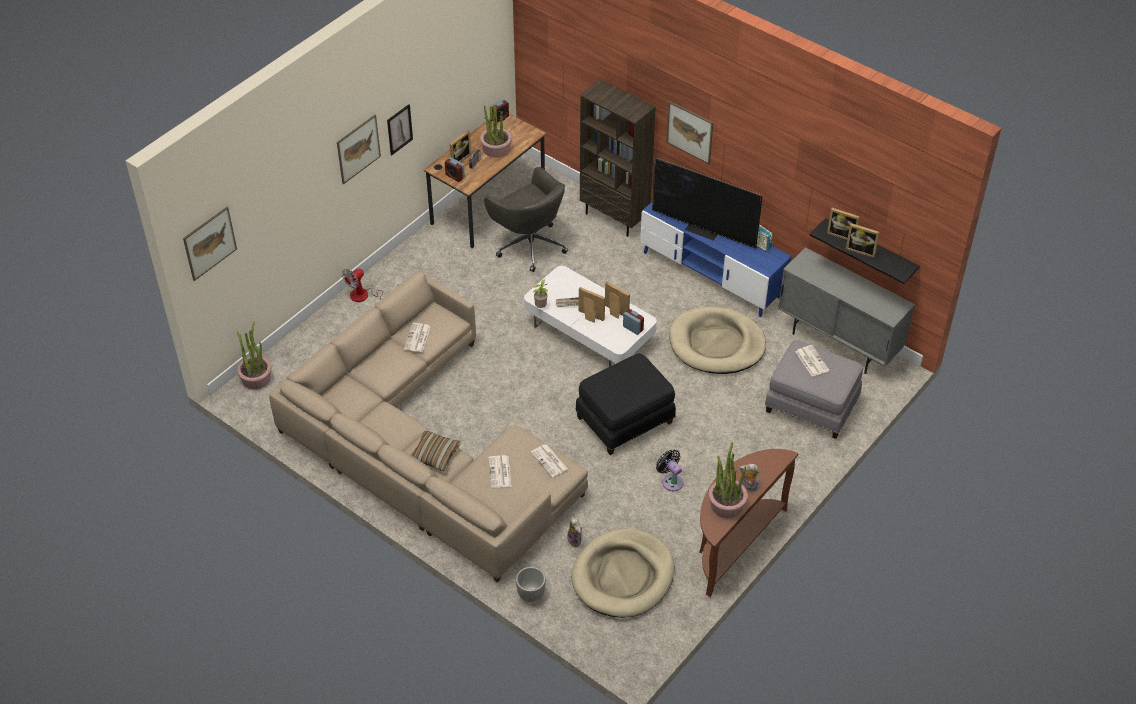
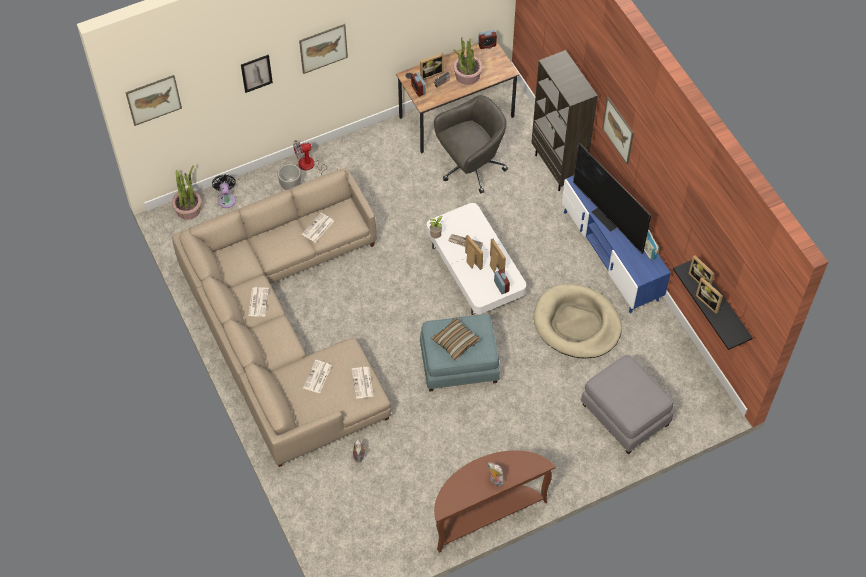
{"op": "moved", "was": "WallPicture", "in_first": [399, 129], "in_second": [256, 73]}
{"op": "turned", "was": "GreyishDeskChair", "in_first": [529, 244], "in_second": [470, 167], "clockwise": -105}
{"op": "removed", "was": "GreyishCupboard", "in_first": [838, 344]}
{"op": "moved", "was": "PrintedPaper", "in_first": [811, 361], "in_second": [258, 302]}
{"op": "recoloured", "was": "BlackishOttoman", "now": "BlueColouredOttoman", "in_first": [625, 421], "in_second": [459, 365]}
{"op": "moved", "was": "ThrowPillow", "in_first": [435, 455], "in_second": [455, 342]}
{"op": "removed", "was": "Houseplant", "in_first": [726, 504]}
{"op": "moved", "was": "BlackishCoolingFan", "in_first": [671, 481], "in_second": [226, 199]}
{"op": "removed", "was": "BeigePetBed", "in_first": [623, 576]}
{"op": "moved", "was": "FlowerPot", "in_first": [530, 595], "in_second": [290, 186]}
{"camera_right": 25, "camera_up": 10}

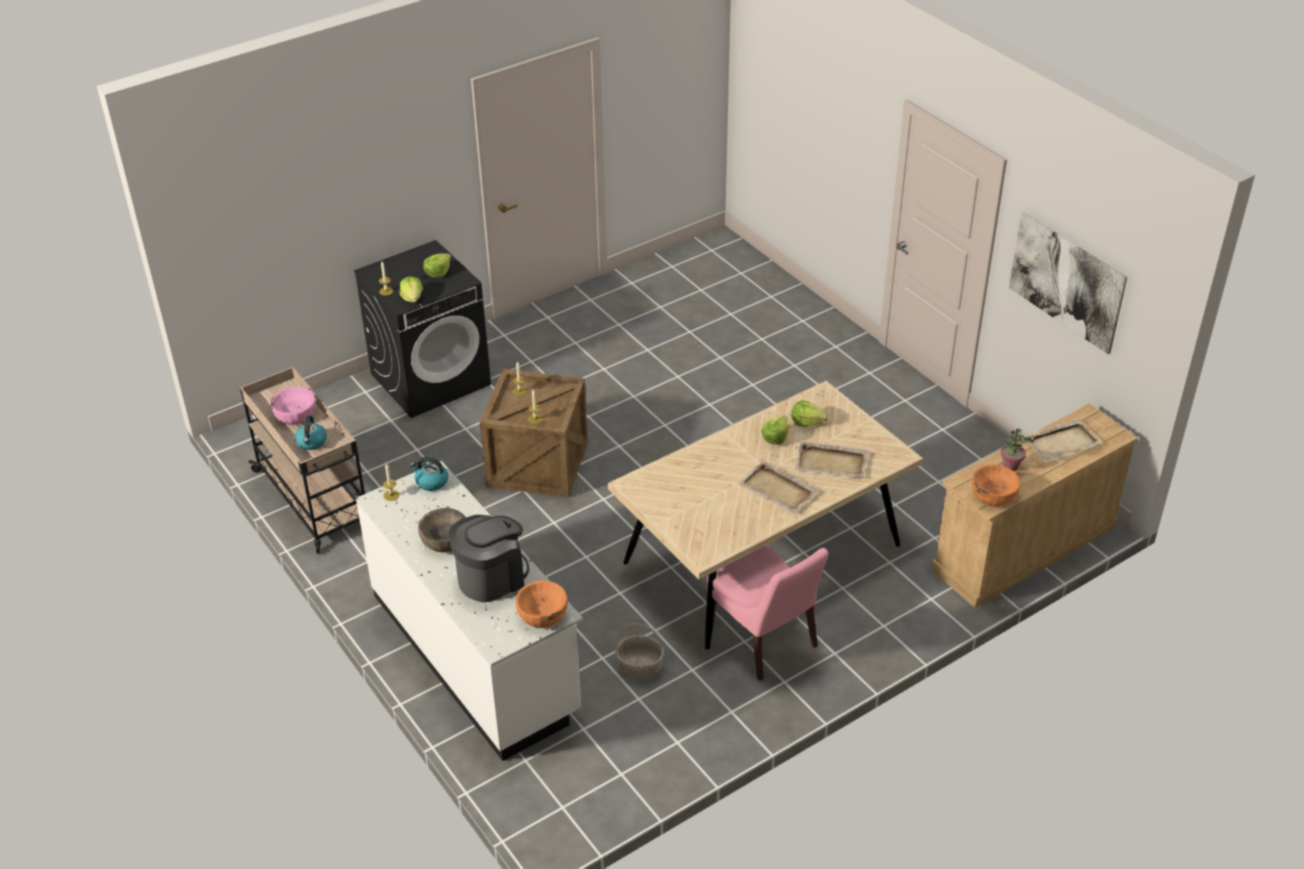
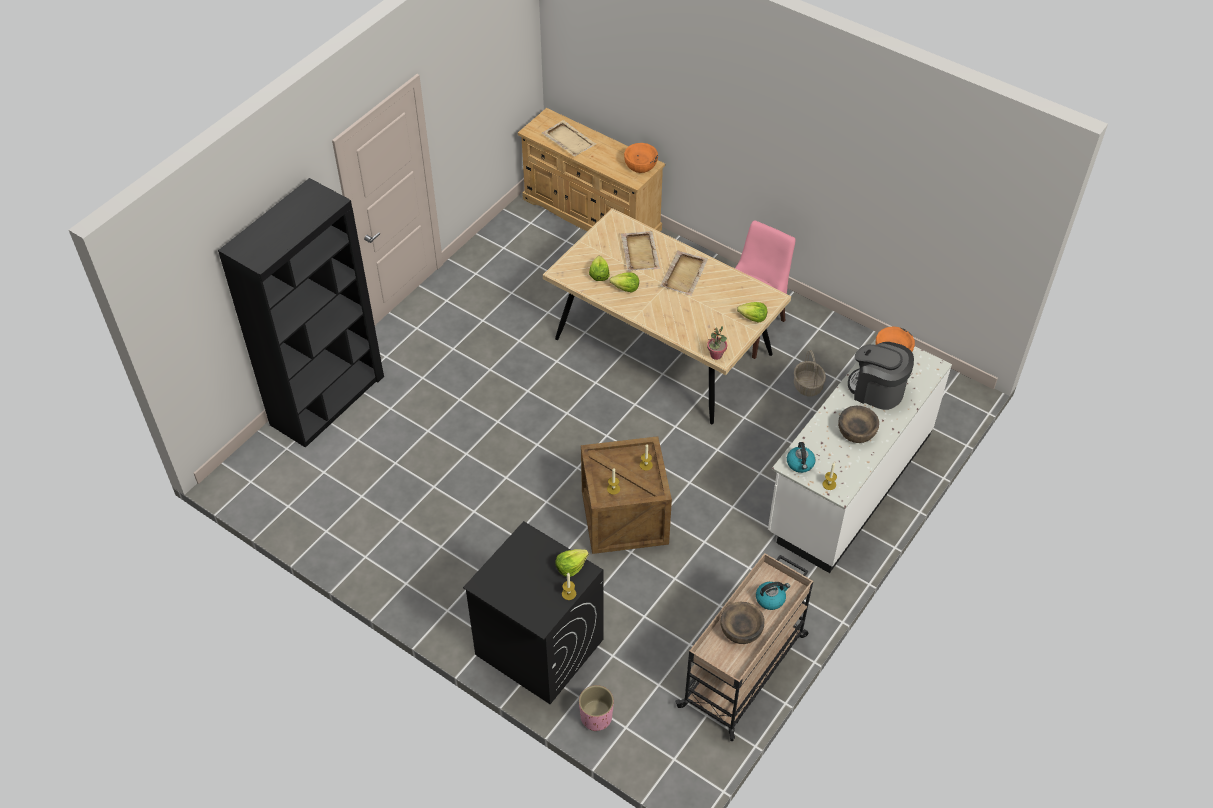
{"op": "removed", "was": "WallPicture", "in_first": [1066, 282]}
{"op": "moved", "was": "HeadOfLettuce", "in_first": [438, 272], "in_second": [753, 318]}
{"op": "recoloured", "was": "PinkServingBowl", "now": "BrownServingBowl", "in_first": [295, 414], "in_second": [741, 629]}
{"op": "moved", "was": "Houseplant", "in_first": [1010, 466], "in_second": [716, 355]}
{"op": "added", "now": "BlackishBookcase", "in_second": [328, 400]}
{"op": "added", "now": "PinkFlowerPot", "in_second": [596, 717]}
{"camera_right": -110, "camera_up": 10}

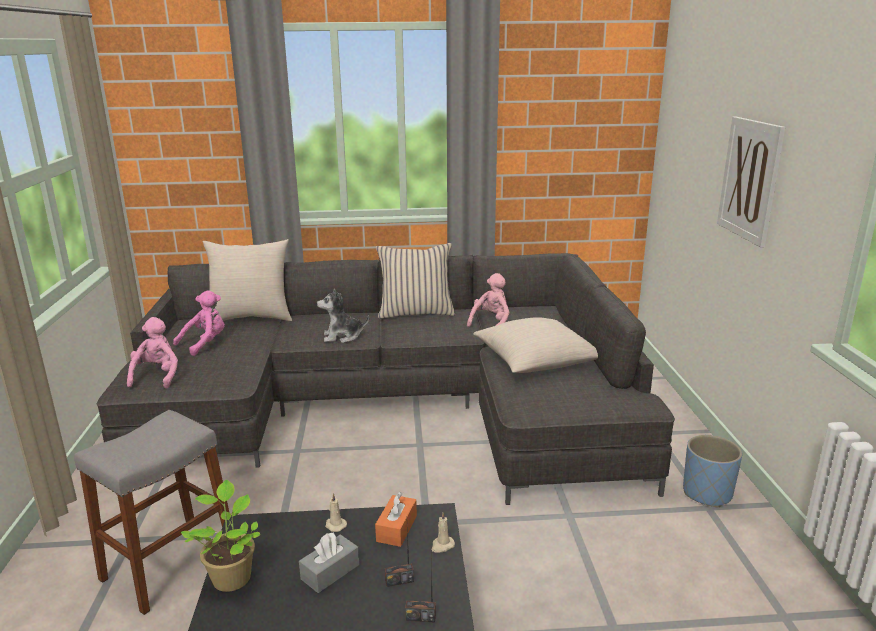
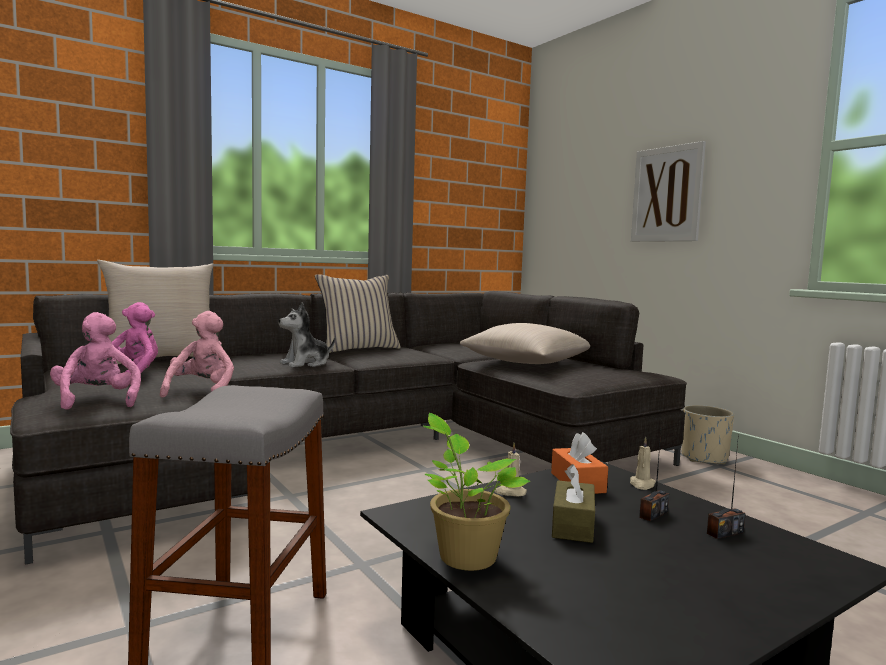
{"op": "moved", "was": "PinkPlushToy", "in_first": [491, 323], "in_second": [202, 393]}
{"op": "recoloured", "was": "BlueColouredFlowerPot", "now": "BeigeFlowerPot", "in_first": [707, 493], "in_second": [704, 458]}
{"op": "recoloured", "was": "GreyishTissueHolder", "now": "BrownTissueHolder", "in_first": [330, 572], "in_second": [573, 525]}
{"camera_right": -30, "camera_up": -15}

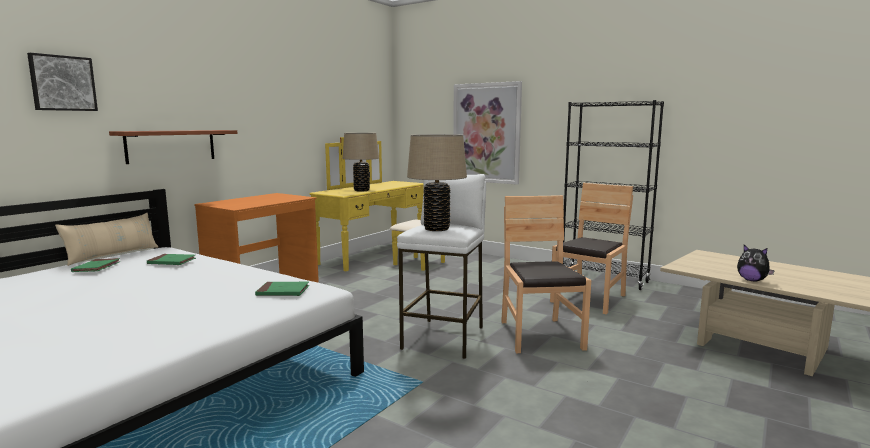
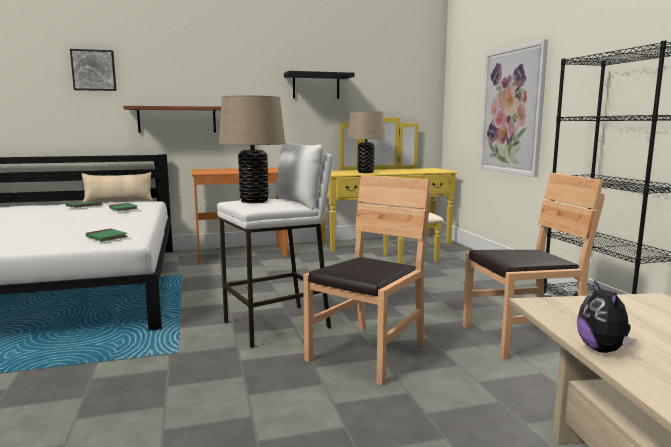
{"op": "added", "now": "BlackishBracketShelf", "in_second": [316, 86]}
{"camera_right": 40, "camera_up": 0}

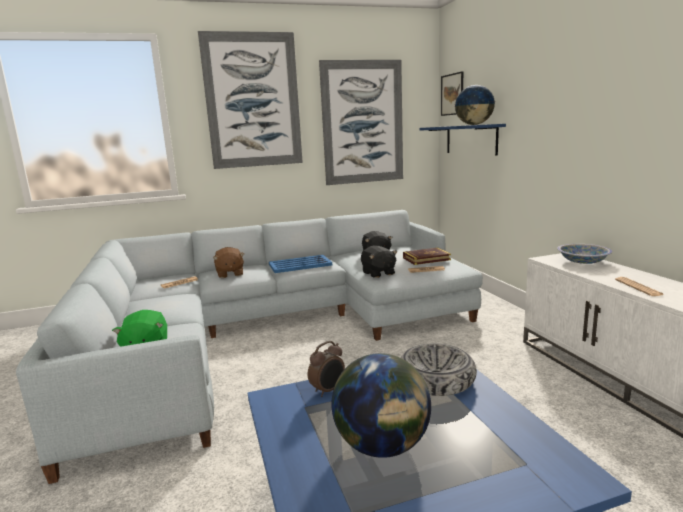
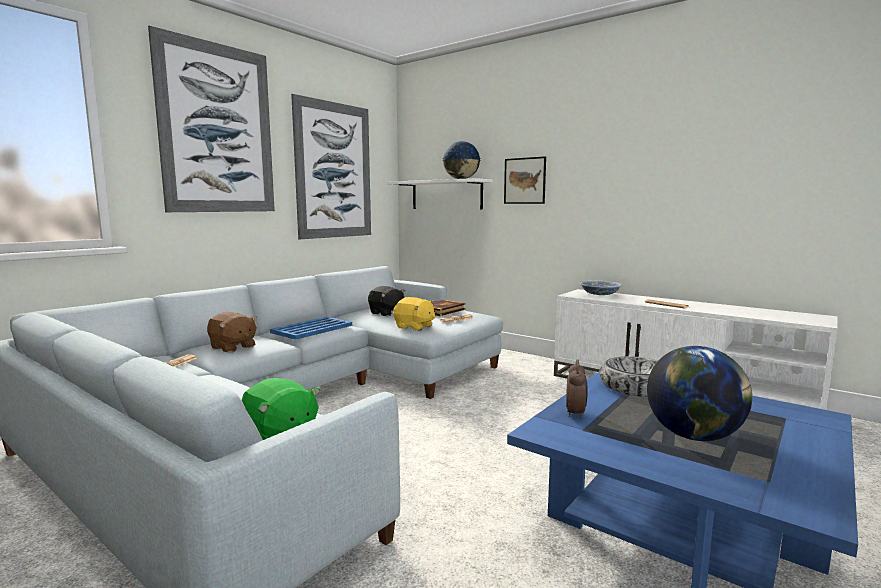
{"op": "moved", "was": "WallPicture", "in_first": [452, 94], "in_second": [524, 181]}
{"op": "recoloured", "was": "BlueColouredBracketShelf", "now": "WhiteColouredBracketShelf", "in_first": [471, 139], "in_second": [446, 195]}
{"op": "recoloured", "was": "BlackishPlushToy", "now": "YellowPlushToy", "in_first": [378, 273], "in_second": [414, 327]}
{"camera_right": -35, "camera_up": -5}

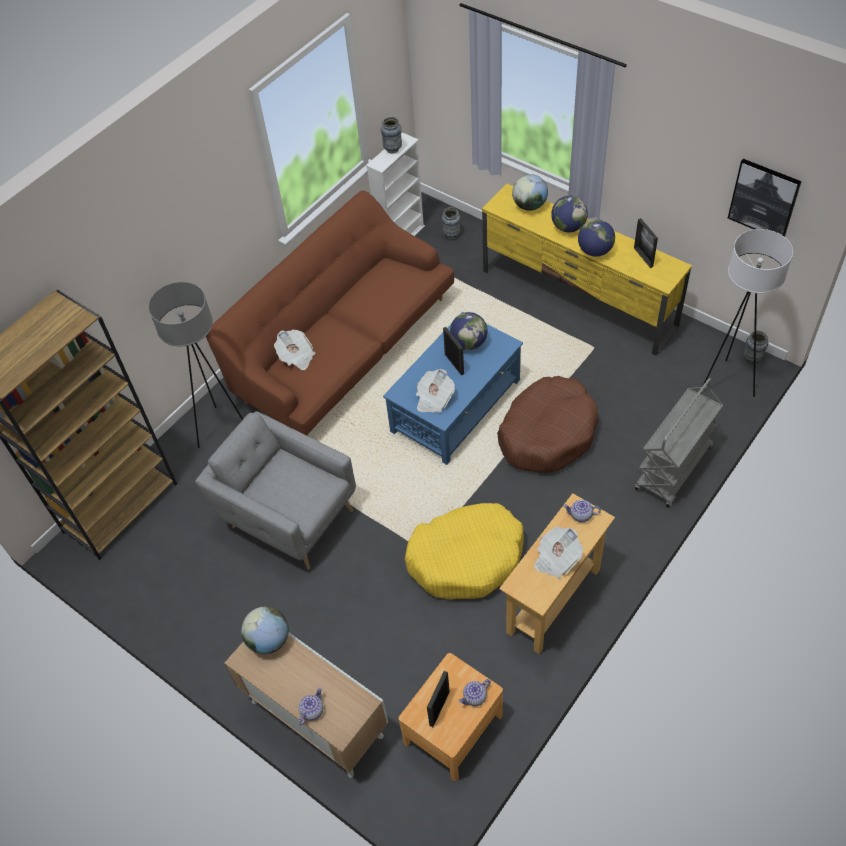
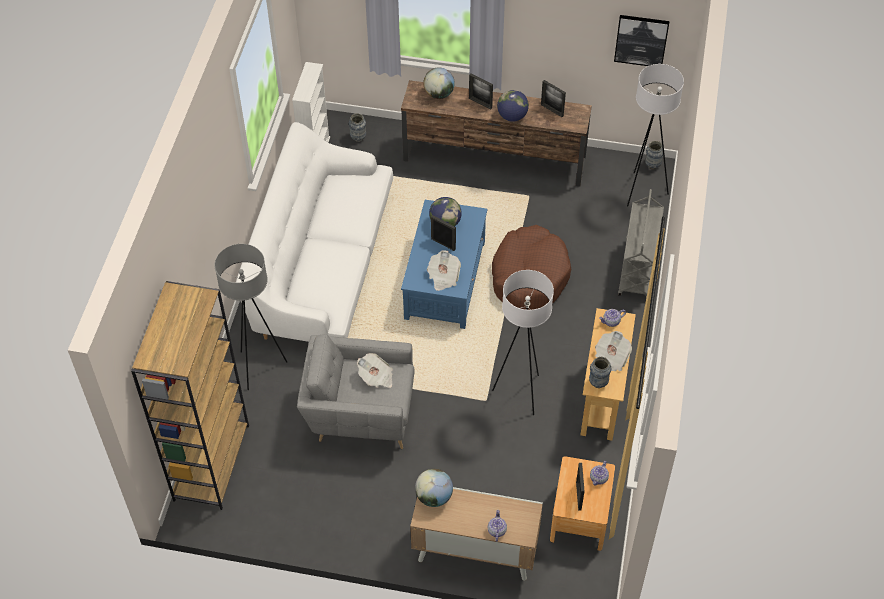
{"op": "moved", "was": "DecorativeVase", "in_first": [393, 149], "in_second": [598, 382]}
{"op": "recoloured", "was": "YellowMediaConsole", "now": "BrownMediaConsole", "in_first": [578, 299], "in_second": [495, 160]}
{"op": "recoloured", "was": "BrownSofa", "now": "WhiteColouredSofa", "in_first": [343, 347], "in_second": [322, 264]}
{"op": "replaced", "was": "WorldGlobe", "now": "PhotoFrame", "in_first": [568, 227], "in_second": [480, 103]}
{"op": "moved", "was": "PrintedPaper", "in_first": [296, 356], "in_second": [376, 377]}
{"op": "replaced", "was": "YellowPetBed", "now": "WhiteColouredStandingLamp", "in_first": [466, 558], "in_second": [520, 393]}
{"camera_right": -30, "camera_up": 0}

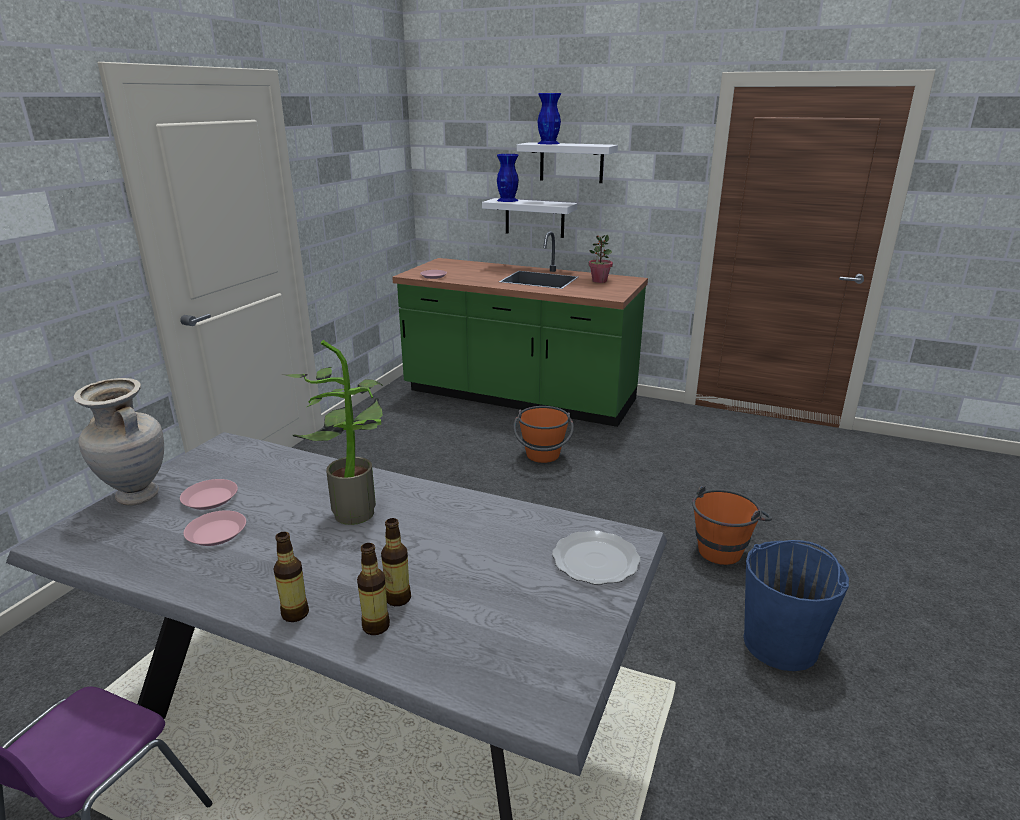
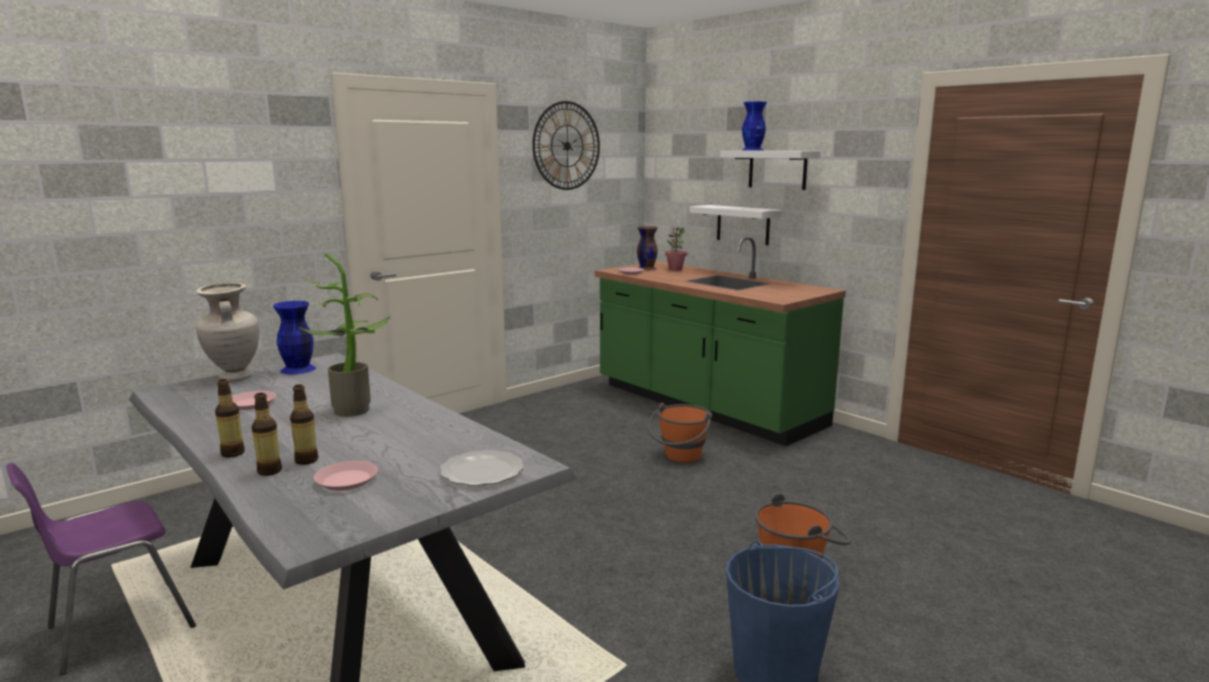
{"op": "moved", "was": "BlueColouredDecorativeVase", "in_first": [507, 200], "in_second": [297, 369]}
{"op": "moved", "was": "Houseplant", "in_first": [599, 281], "in_second": [675, 269]}
{"op": "moved", "was": "PinkPlate", "in_first": [209, 498], "in_second": [346, 480]}
{"op": "added", "now": "WallClock", "in_second": [567, 146]}
{"op": "added", "now": "BrownDecorativeVase", "in_second": [646, 268]}
{"camera_right": 25, "camera_up": -10}

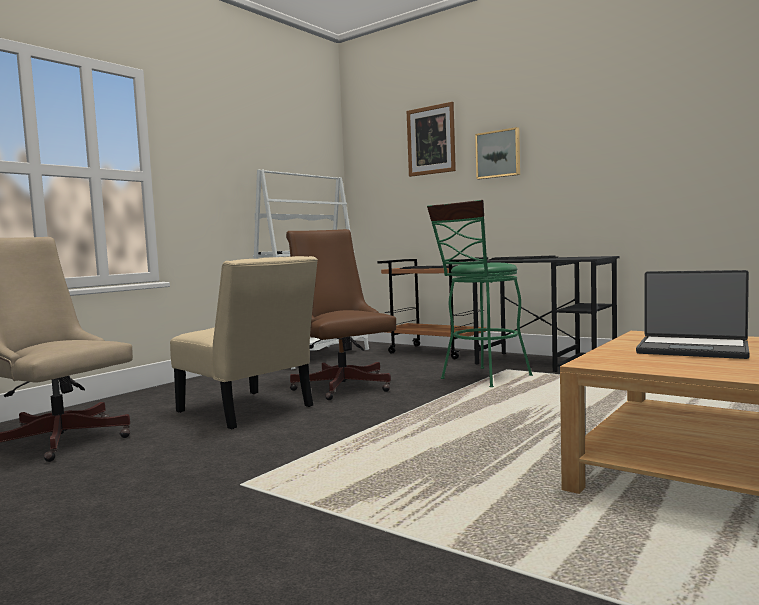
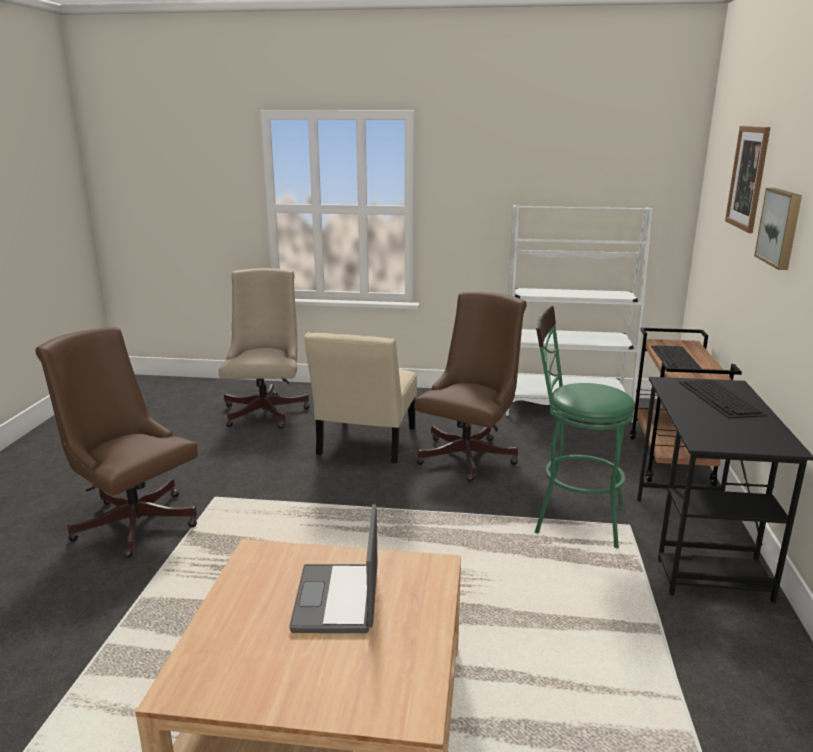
{"op": "added", "now": "BrownDeskChair", "in_second": [132, 520]}
{"camera_right": 60, "camera_up": 15}

